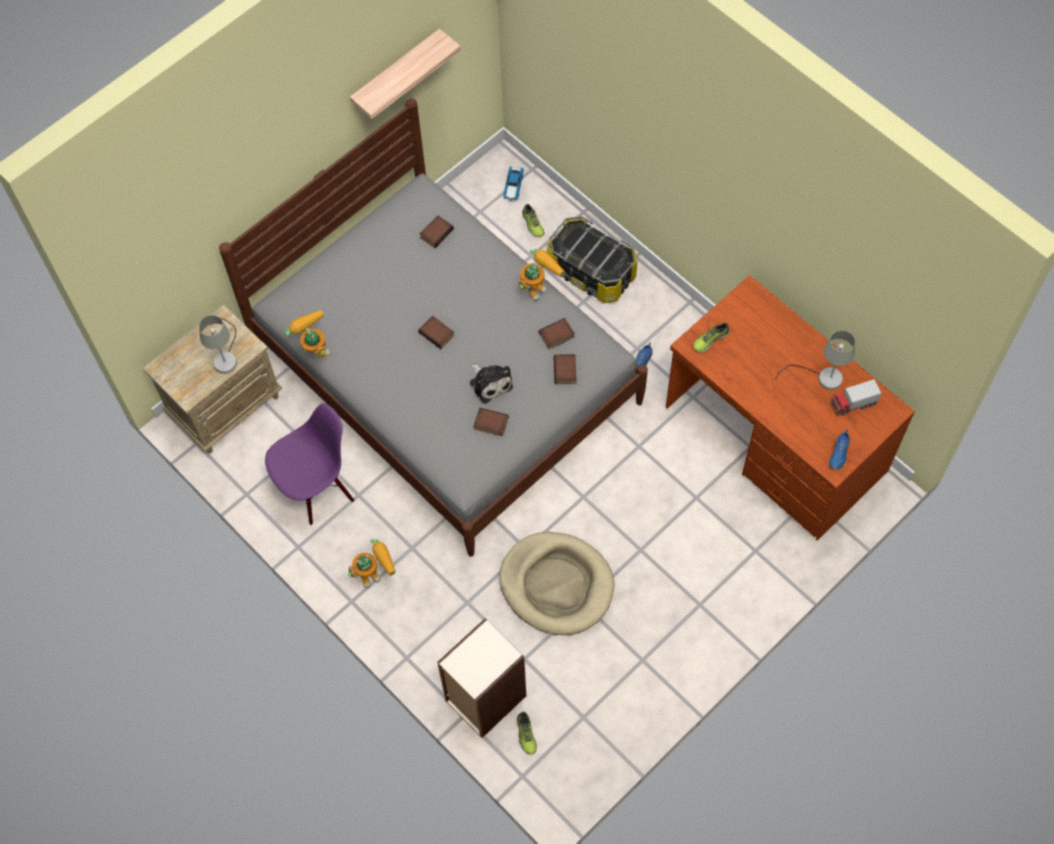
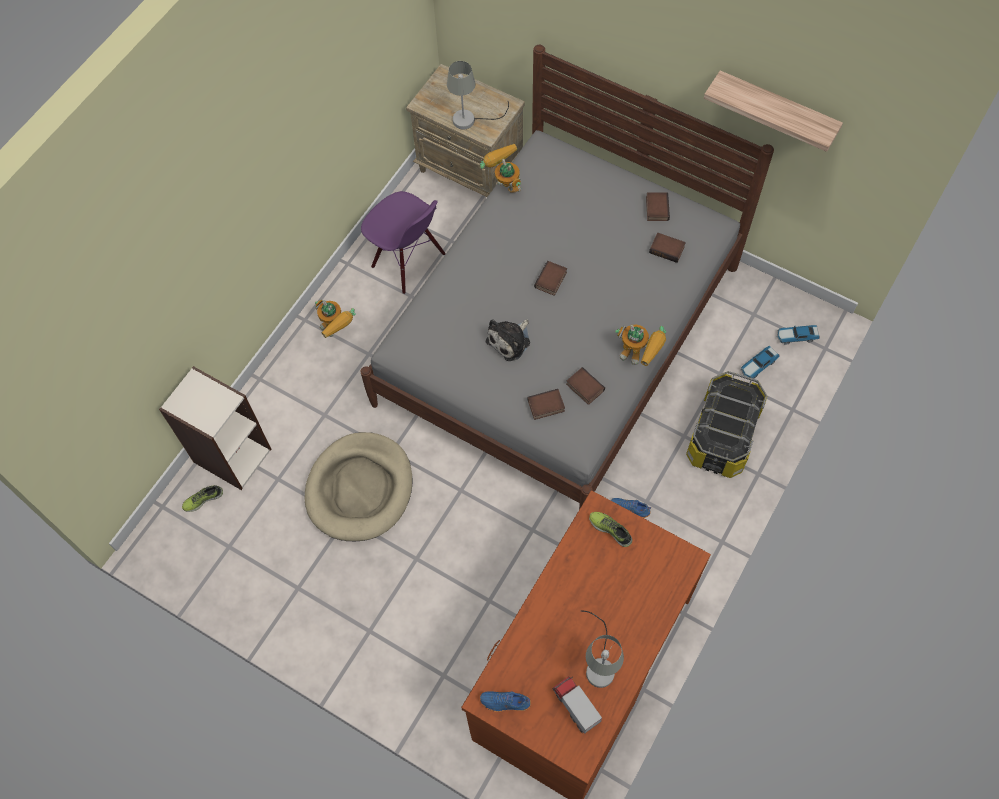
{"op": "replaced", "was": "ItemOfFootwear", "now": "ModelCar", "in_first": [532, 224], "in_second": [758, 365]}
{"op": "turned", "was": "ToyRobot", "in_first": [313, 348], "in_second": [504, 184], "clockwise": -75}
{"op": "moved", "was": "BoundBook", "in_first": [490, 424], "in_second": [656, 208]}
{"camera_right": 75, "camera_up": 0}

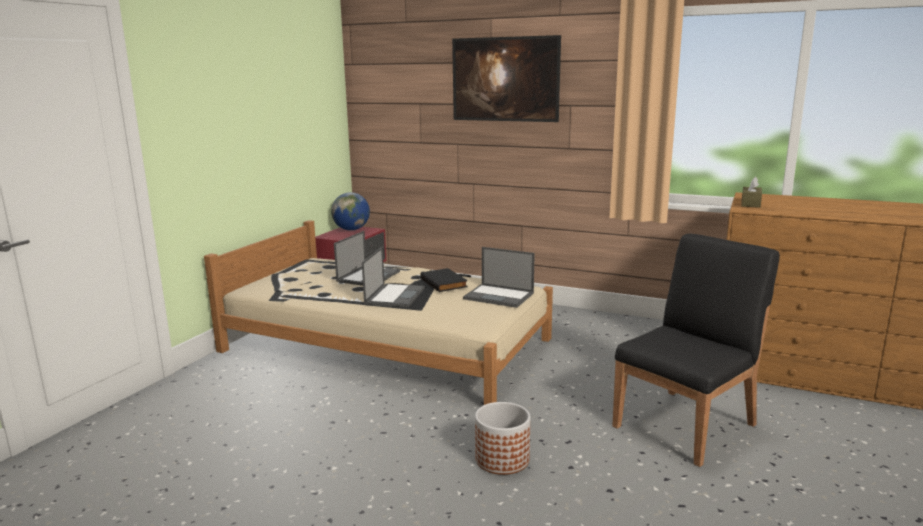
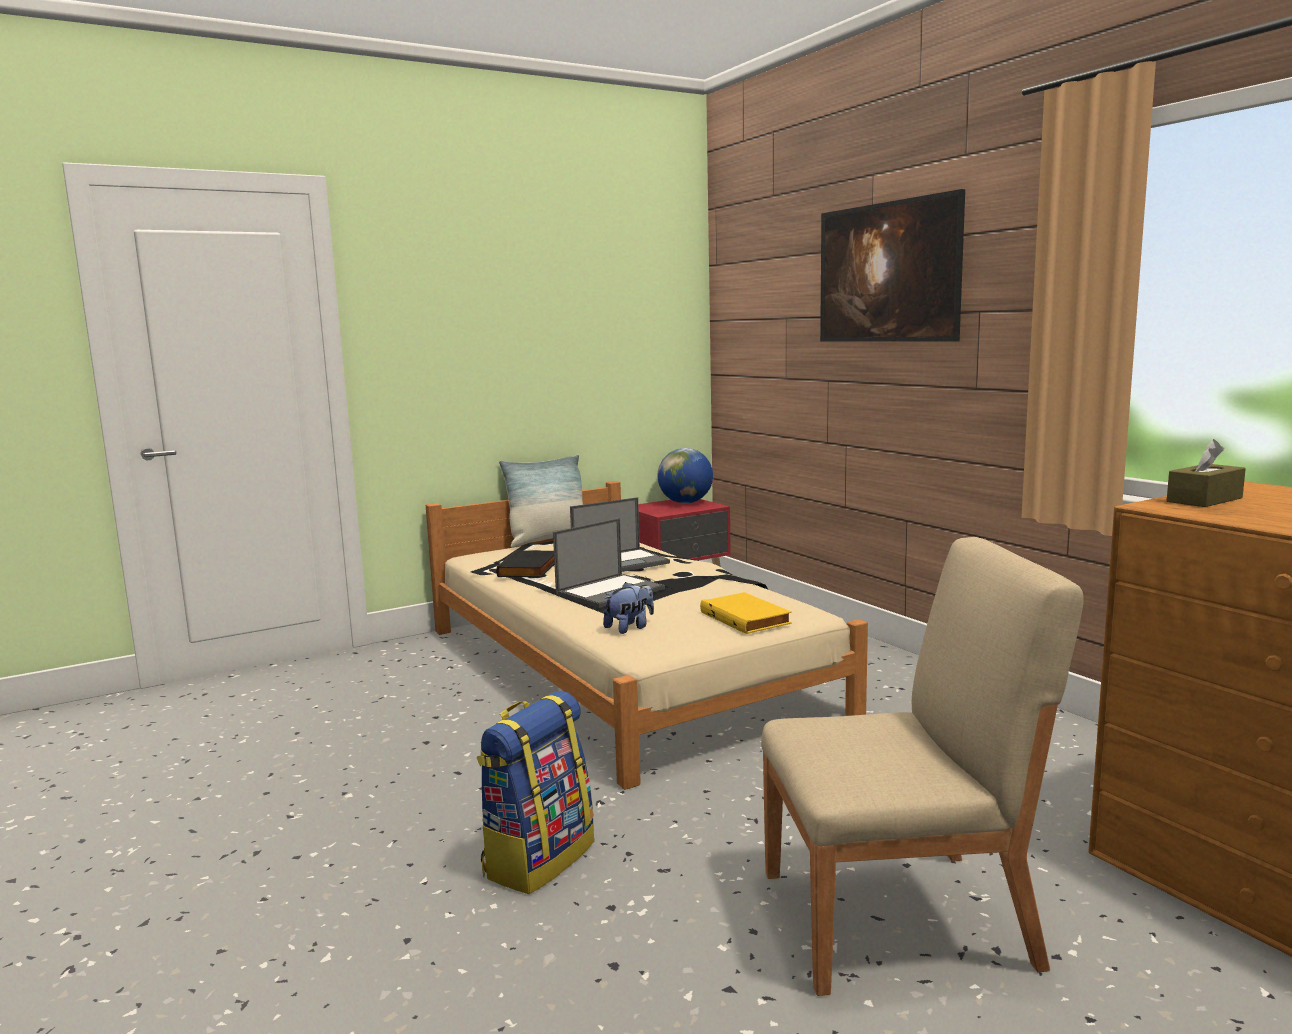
{"op": "recoloured", "was": "BlackishPlainChair", "now": "BeigePlainChair", "in_first": [686, 425], "in_second": [900, 918]}
{"op": "replaced", "was": "NotebookComputer", "now": "YellowBoundBook", "in_first": [499, 296], "in_second": [747, 618]}
{"op": "moved", "was": "BlackishBoundBook", "in_first": [445, 283], "in_second": [530, 568]}
{"op": "replaced", "was": "FlowerPot", "now": "Knapsack", "in_first": [501, 459], "in_second": [538, 858]}
{"op": "added", "now": "ThrowPillow", "in_second": [548, 540]}
{"op": "added", "now": "PlushToy", "in_second": [630, 628]}
{"camera_right": 35, "camera_up": -5}

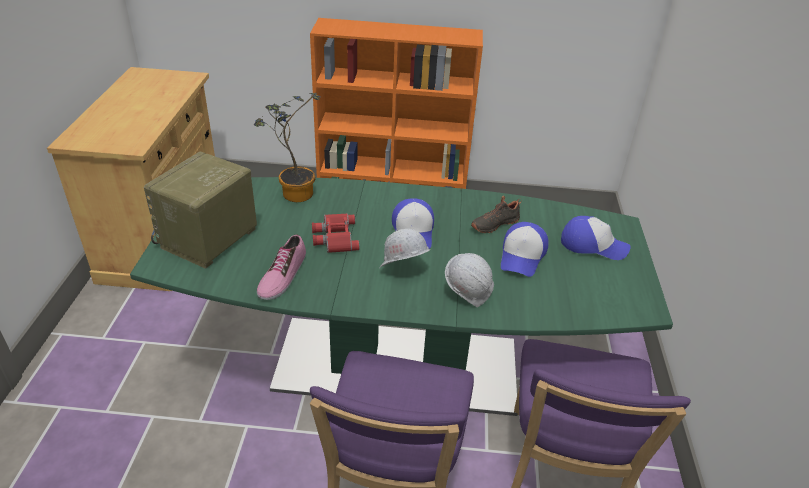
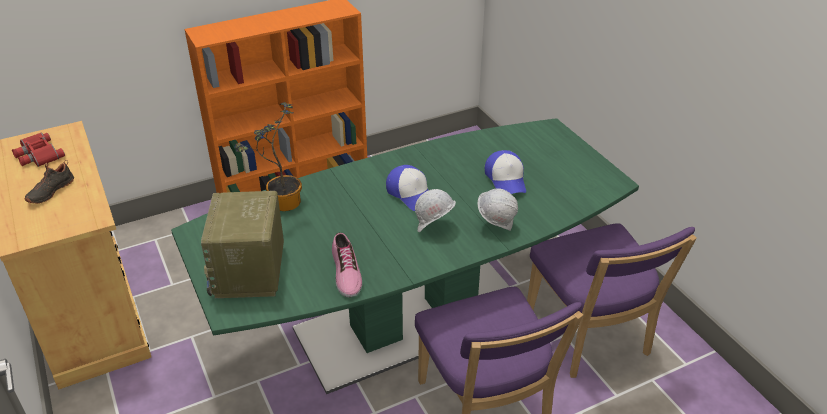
{"op": "moved", "was": "BlackishItemOfFootwear", "in_first": [494, 223], "in_second": [50, 191]}
{"op": "moved", "was": "RedColouredPairOfBinoculars", "in_first": [334, 237], "in_second": [37, 155]}
{"op": "removed", "was": "Cap", "in_first": [593, 245]}
{"camera_right": -30, "camera_up": 0}

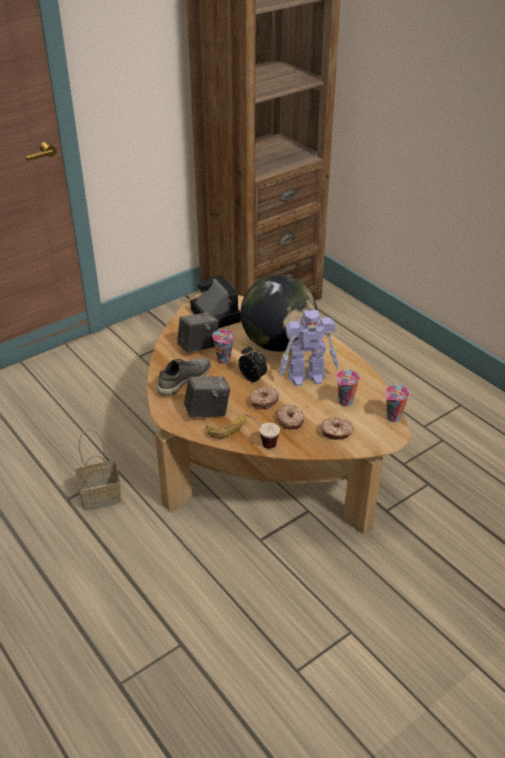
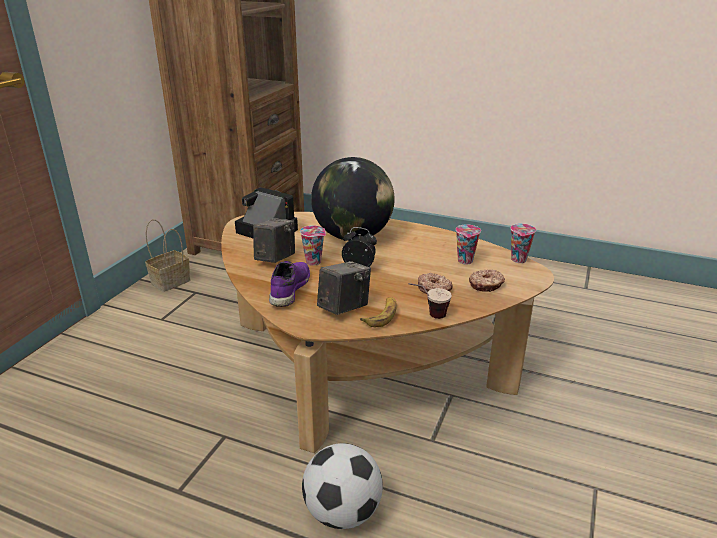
{"op": "removed", "was": "ToyRobot", "in_first": [307, 377]}
{"op": "recoloured", "was": "GreyishItemOfFootwear", "now": "PurpleColouredItemOfFootwear", "in_first": [183, 380], "in_second": [289, 289]}
{"op": "removed", "was": "Donut", "in_first": [263, 401]}
{"op": "moved", "was": "Basket", "in_first": [99, 497], "in_second": [170, 282]}
{"op": "added", "now": "FootballBall", "in_second": [342, 512]}
{"camera_right": -30, "camera_up": -10}

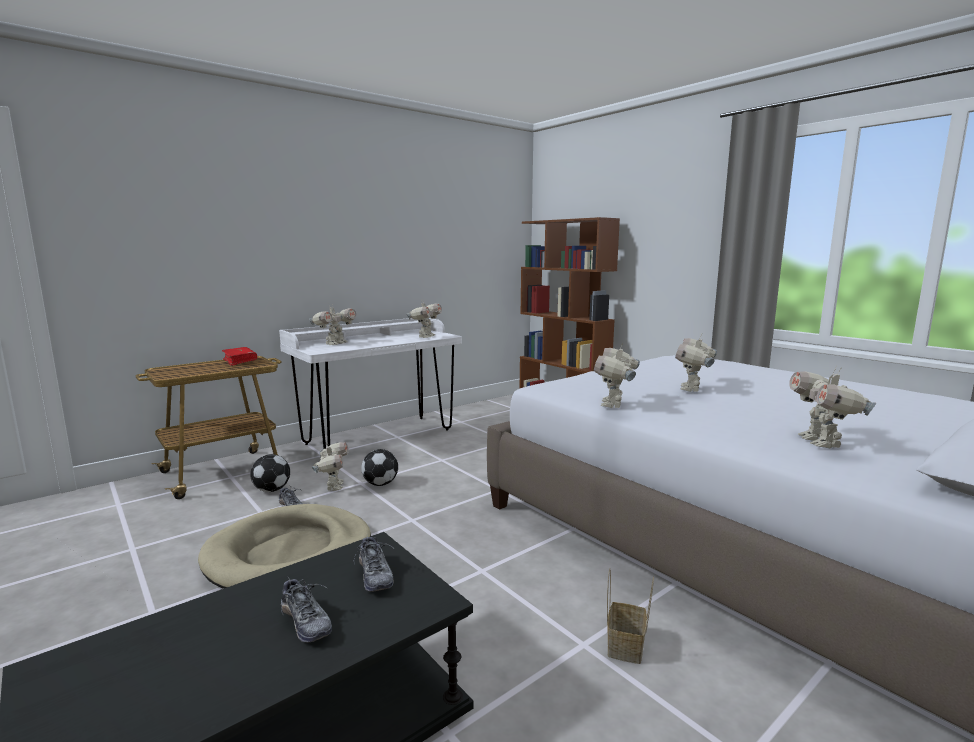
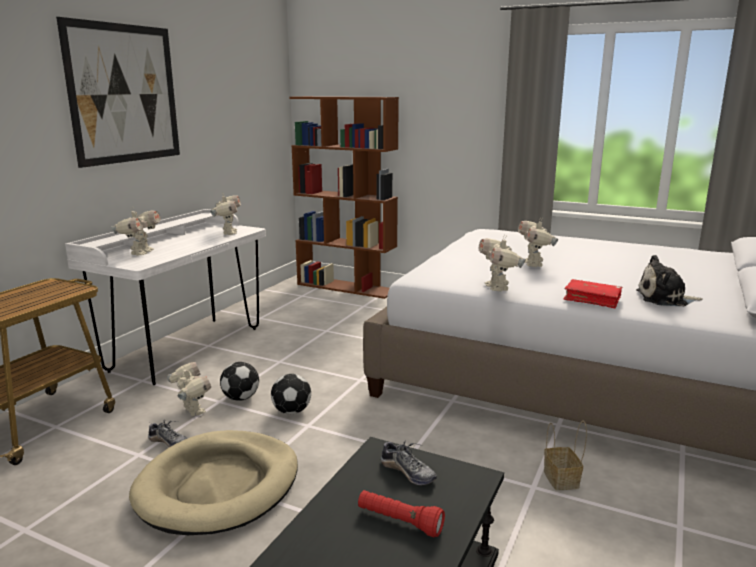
{"op": "moved", "was": "RedColouredBoundBook", "in_first": [240, 361], "in_second": [592, 299]}
{"op": "replaced", "was": "ToyRobot", "now": "PlushToy", "in_first": [821, 443], "in_second": [665, 299]}
{"op": "moved", "was": "FootballBall", "in_first": [272, 490], "in_second": [292, 411]}
{"op": "replaced", "was": "ItemOfFootwear", "now": "RedColouredHandTorch", "in_first": [306, 622], "in_second": [399, 522]}
{"op": "added", "now": "WallPicture", "in_second": [124, 94]}
{"camera_right": -25, "camera_up": 5}

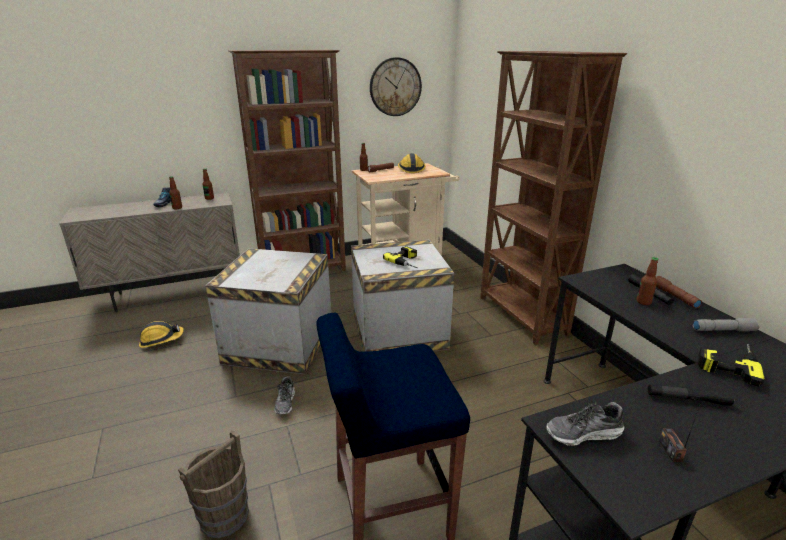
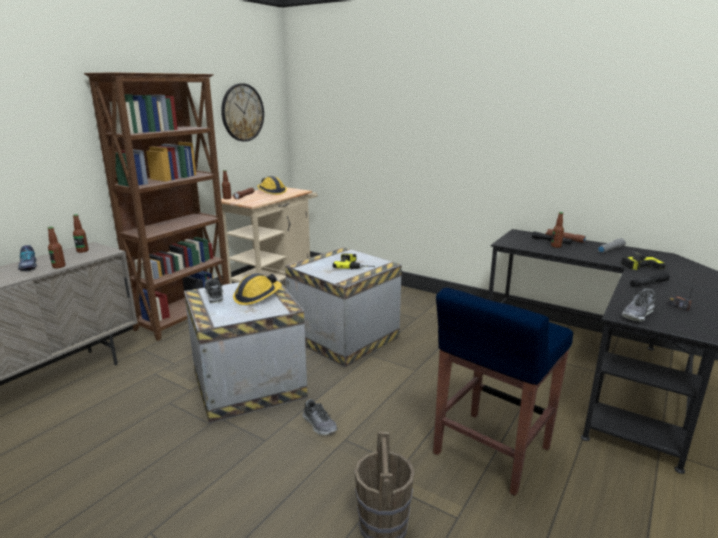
{"op": "removed", "was": "BrownBookcase", "in_first": [521, 316]}
{"op": "moved", "was": "SafetyHelmet", "in_first": [161, 340], "in_second": [257, 296]}
{"op": "added", "now": "ItemOfFootwear", "in_second": [214, 295]}
{"camera_right": -35, "camera_up": -5}

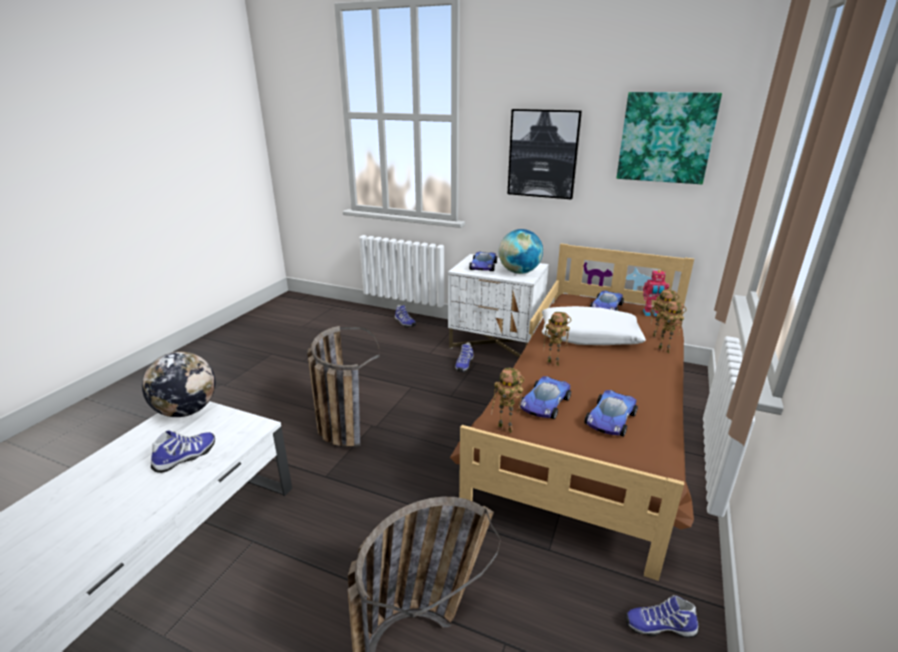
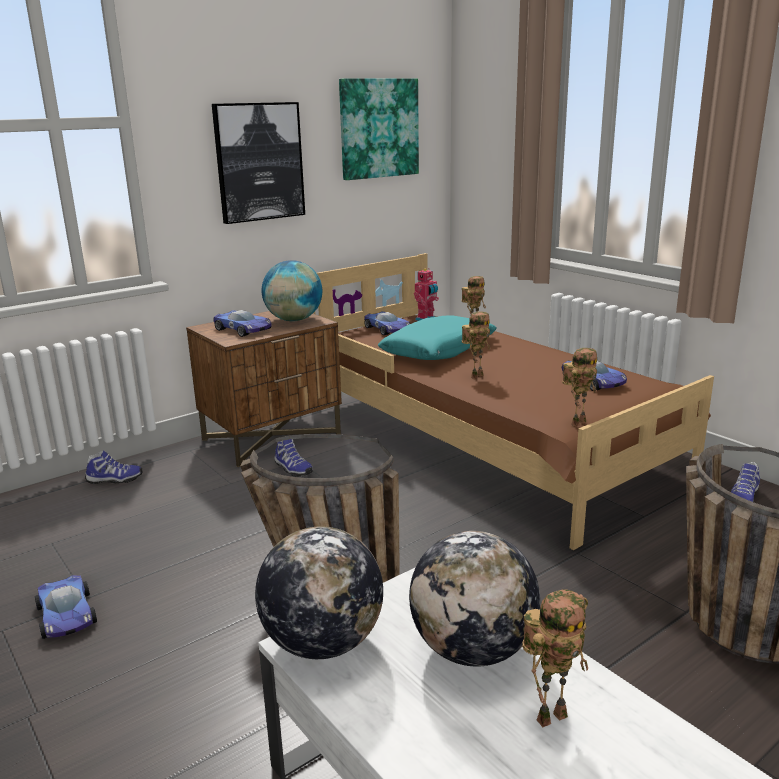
{"op": "recoloured", "was": "WhiteColouredNightstand", "now": "BrownNightstand", "in_first": [496, 343], "in_second": [272, 436]}
{"op": "moved", "was": "ToyRobot", "in_first": [664, 350], "in_second": [551, 715]}
{"op": "recoloured", "was": "WhiteColouredThrowPillow", "now": "BlueGreenThrowPillow", "in_first": [589, 336], "in_second": [439, 350]}
{"op": "moved", "was": "ModelCar", "in_first": [544, 403], "in_second": [66, 615]}
{"op": "replaced", "was": "ItemOfFootwear", "now": "WorldGlobe", "in_first": [186, 457], "in_second": [473, 649]}
{"camera_right": -60, "camera_up": -5}

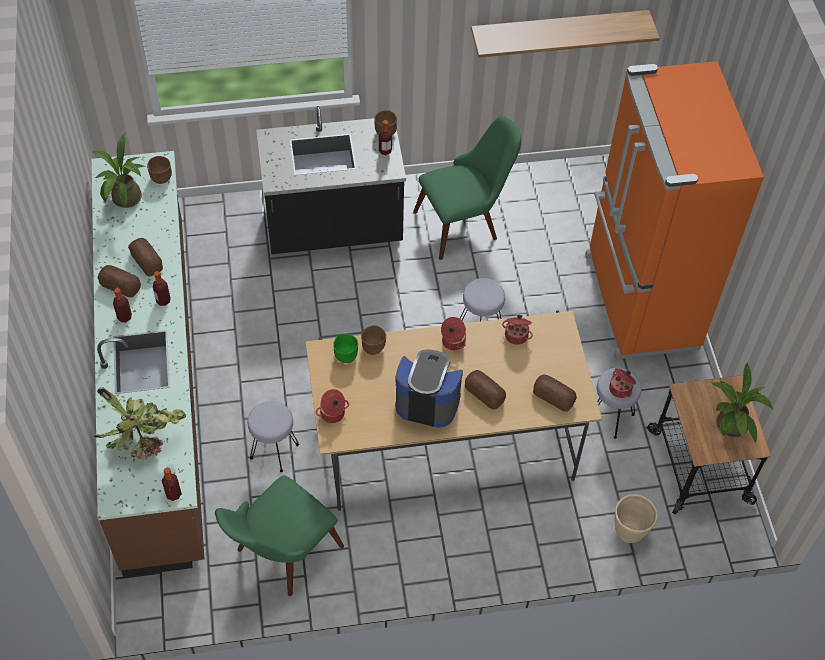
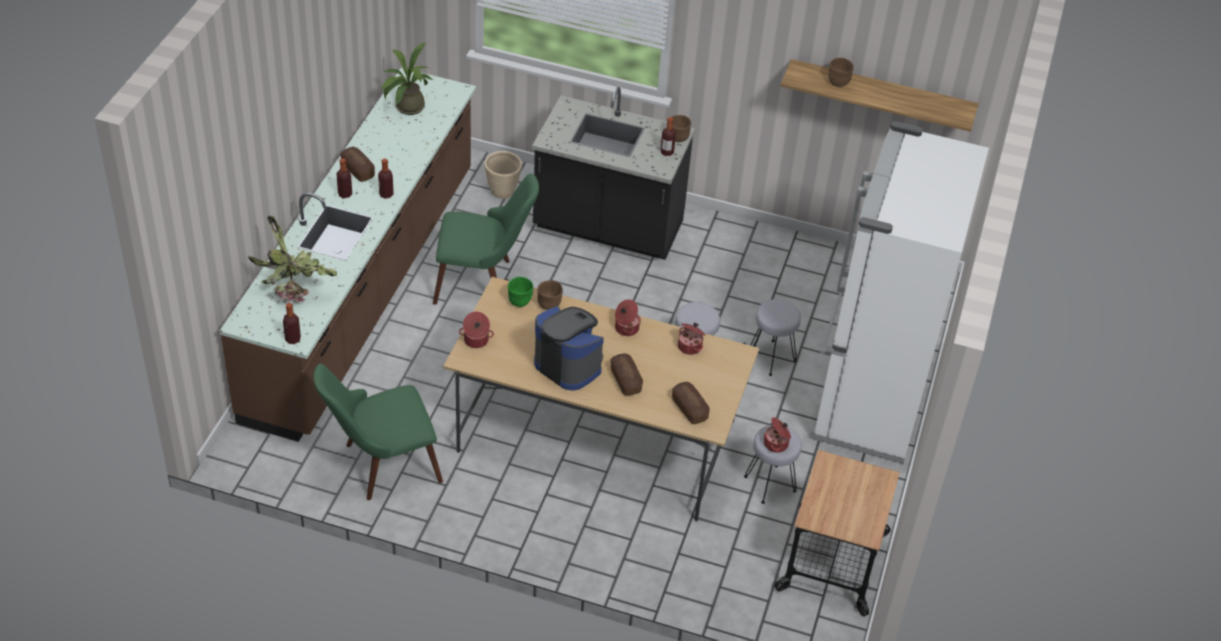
{"op": "recoloured", "was": "OrangeColouredFridge", "now": "WhiteColouredFridge", "in_first": [638, 302], "in_second": [867, 400]}
{"op": "moved", "was": "GreenColouredPlainChair", "in_first": [465, 222], "in_second": [484, 281]}
{"op": "moved", "was": "BrownServingBowl", "in_first": [161, 178], "in_second": [838, 82]}
{"op": "removed", "was": "BakeryBread", "in_first": [147, 262]}
{"op": "removed", "was": "Houseplant", "in_first": [730, 428]}
{"op": "moved", "was": "GreyishStoolSeat", "in_first": [274, 451], "in_second": [771, 357]}
{"op": "moved", "was": "BeigeFlowerPot", "in_first": [629, 532], "in_second": [503, 192]}
{"camera_right": 25, "camera_up": -10}

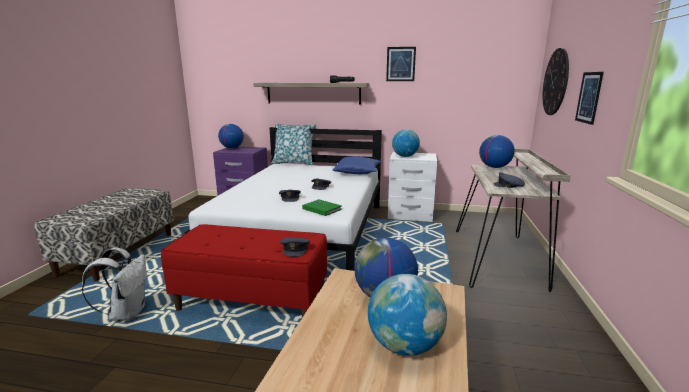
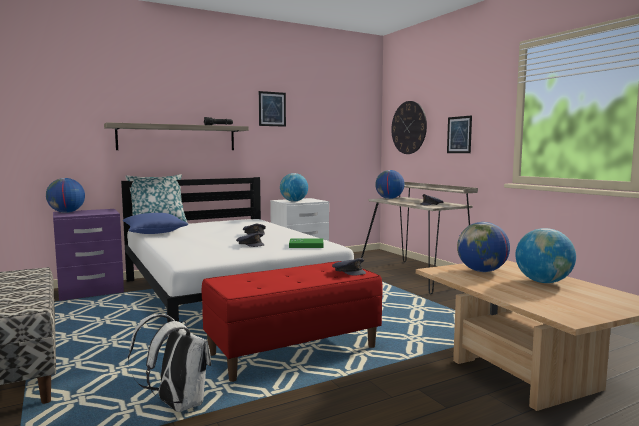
{"op": "moved", "was": "BlueColouredThrowPillow", "in_first": [357, 172], "in_second": [155, 232]}
{"camera_right": -40, "camera_up": -10}

